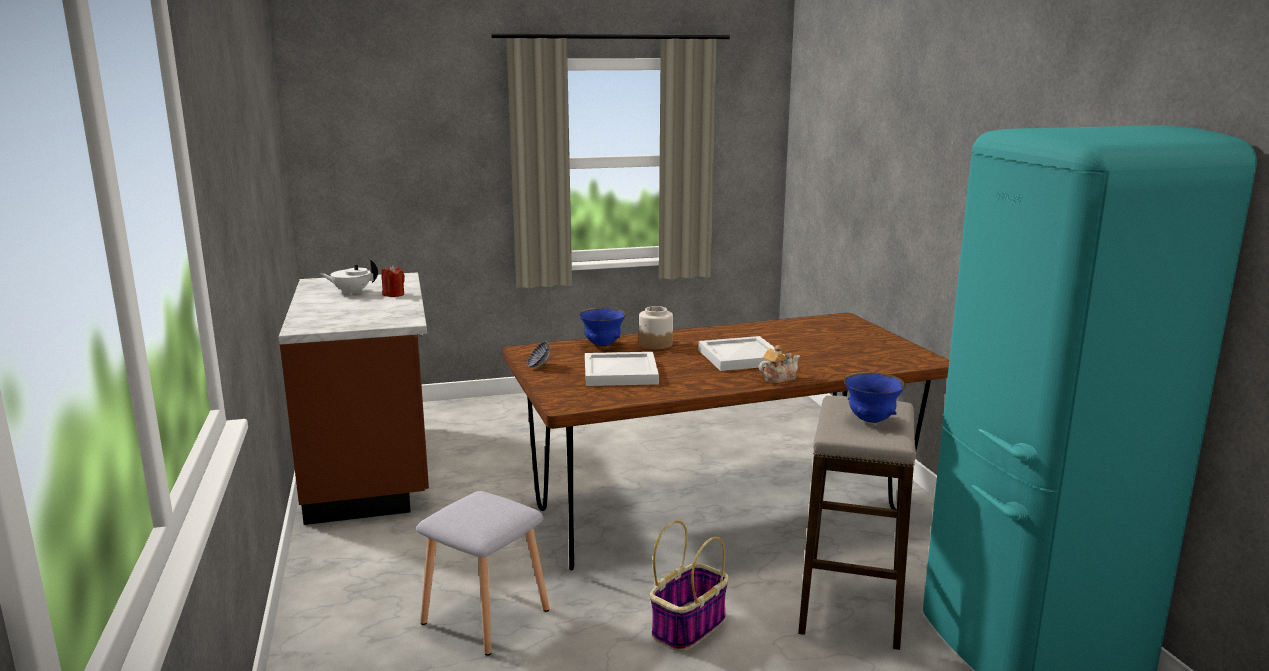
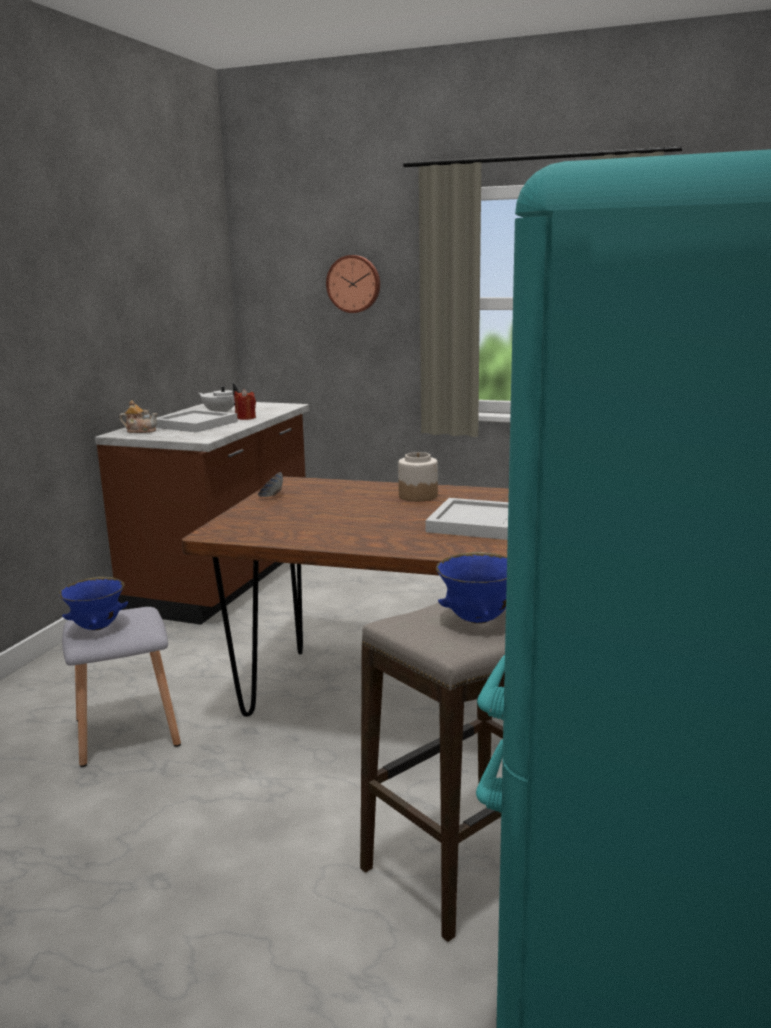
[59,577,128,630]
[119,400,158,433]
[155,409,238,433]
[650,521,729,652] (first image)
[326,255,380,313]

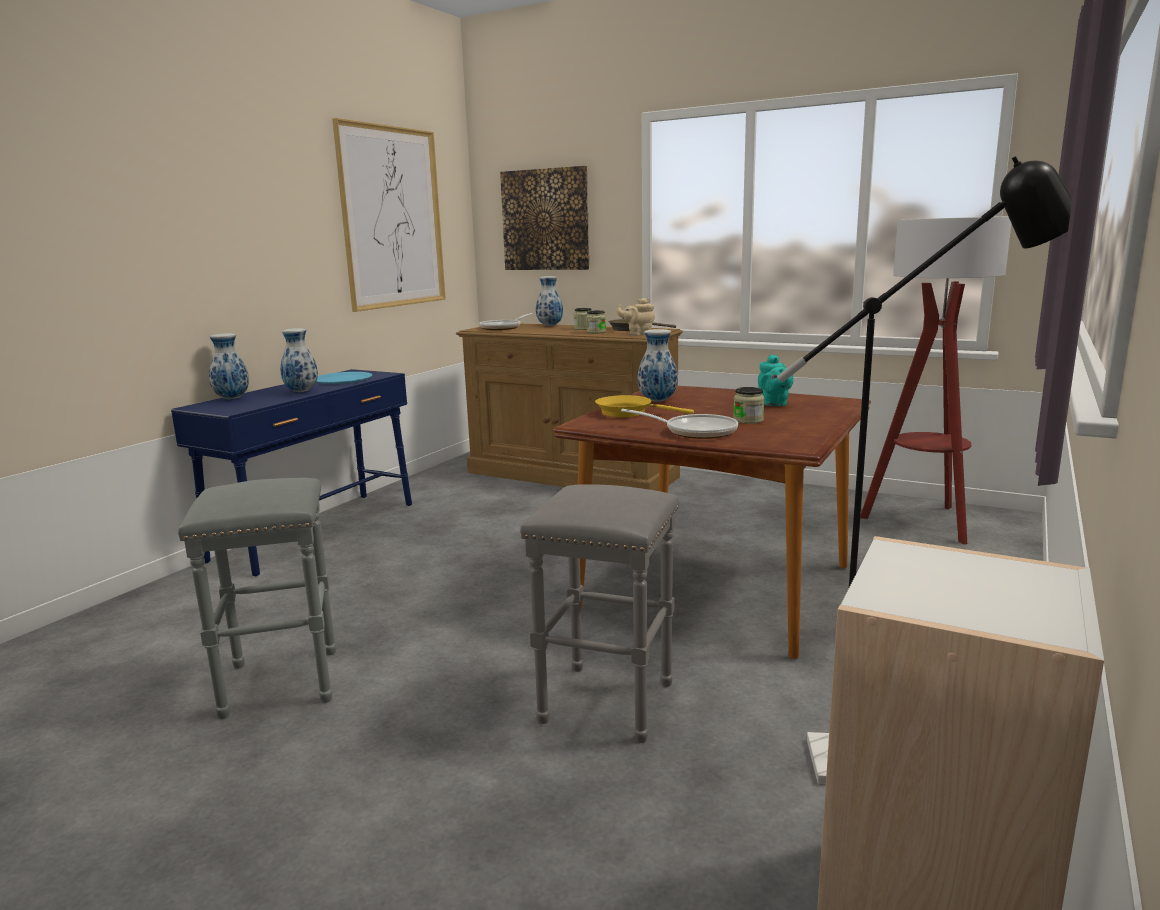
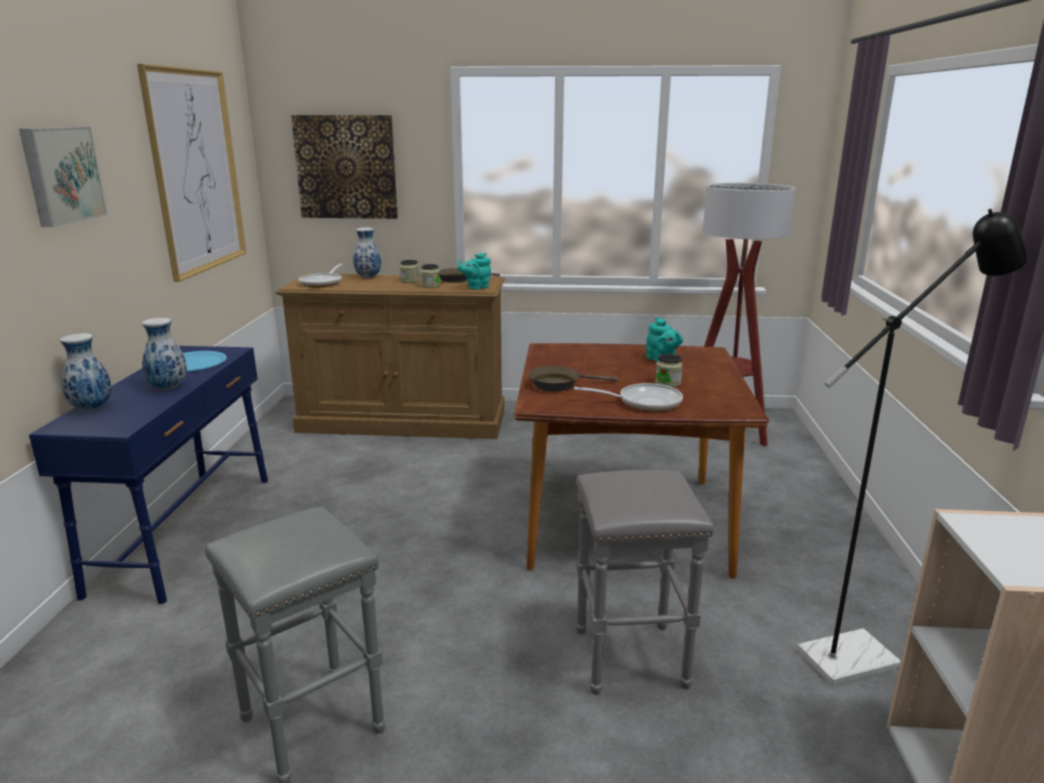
[458,253,491,290]
[638,329,678,402] (first image)
[528,366,618,391]
[19,127,107,227]

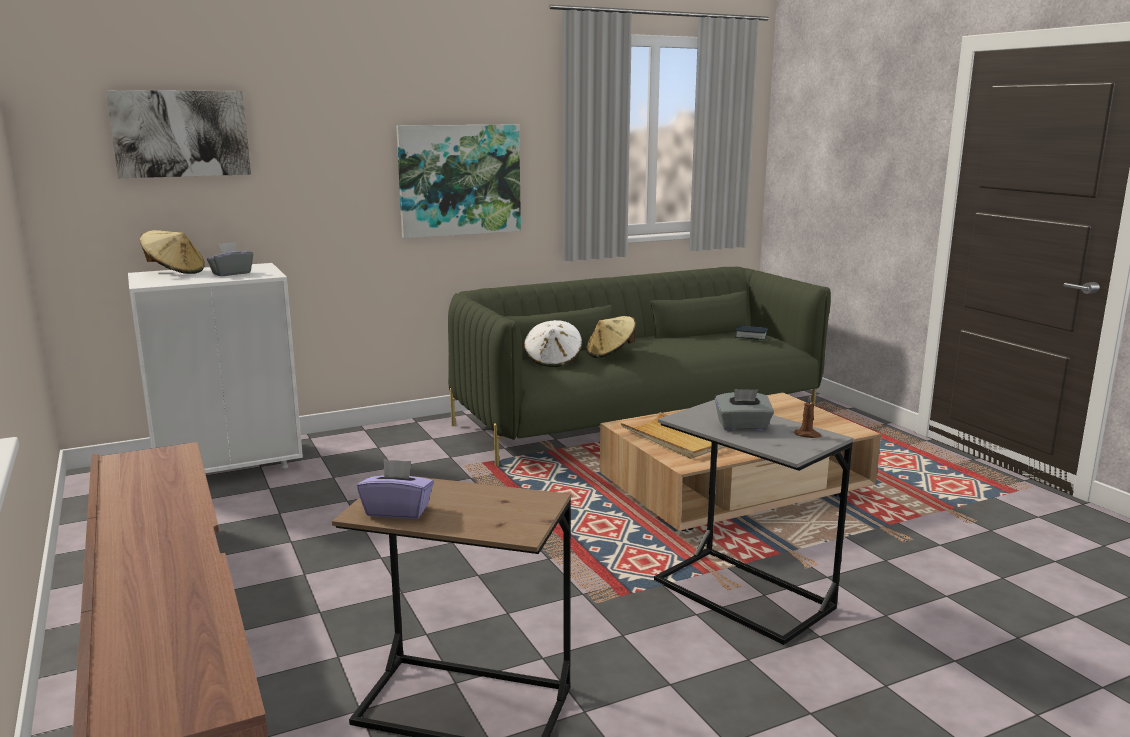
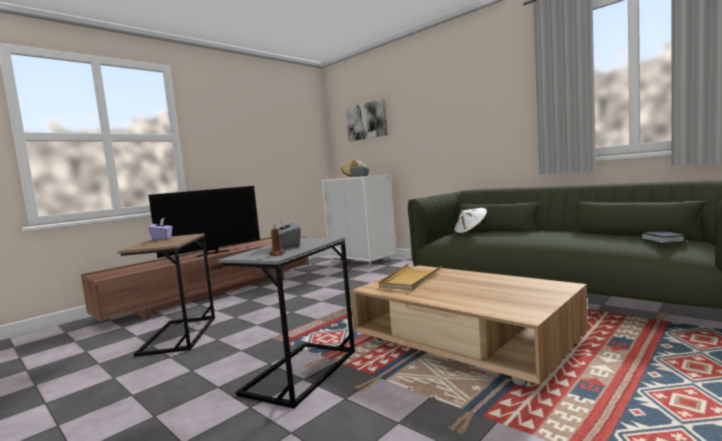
[396,124,521,238] (first image)
[586,316,636,358] (first image)
[148,186,260,258]

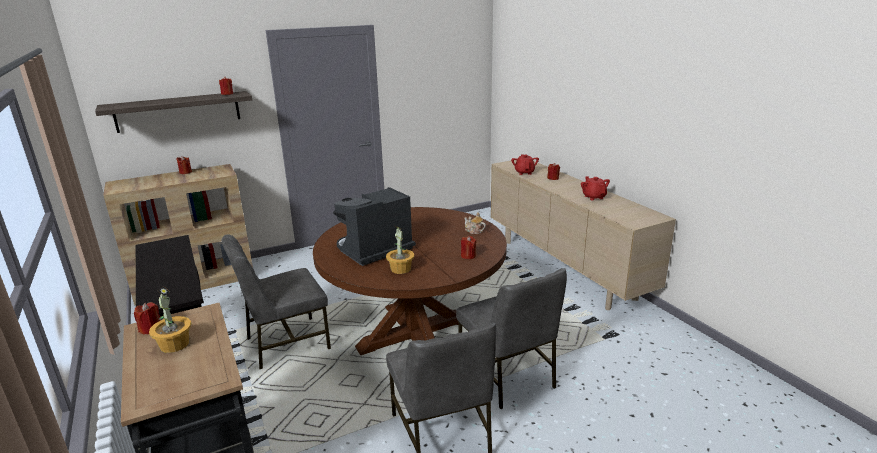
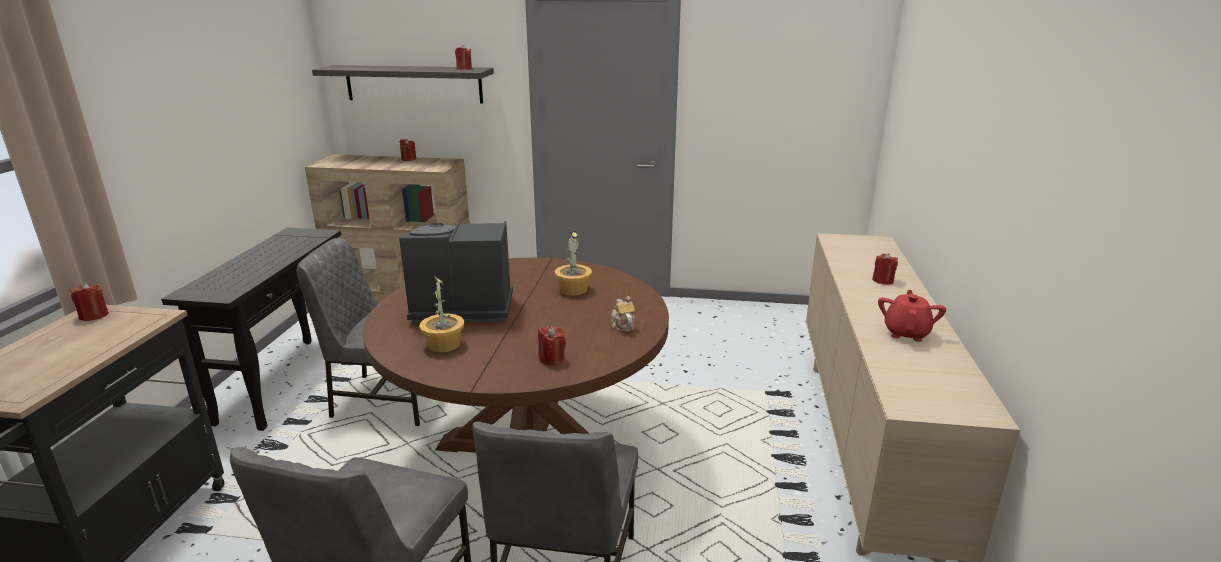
[511,154,539,175] (first image)
[555,231,592,296]

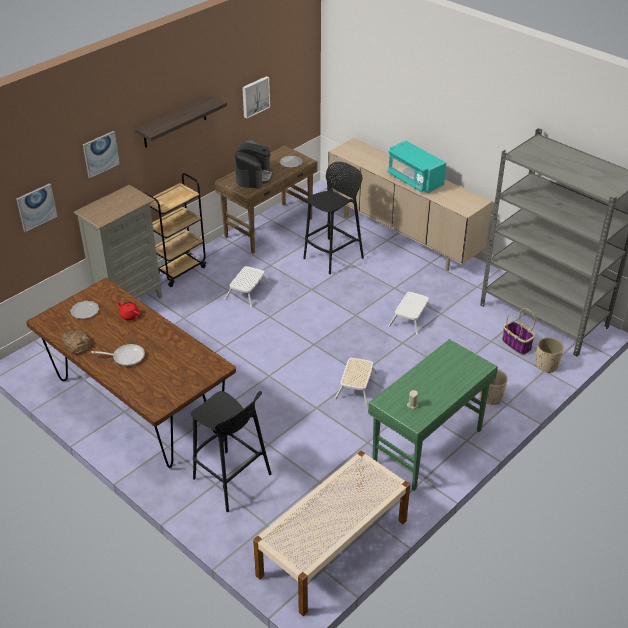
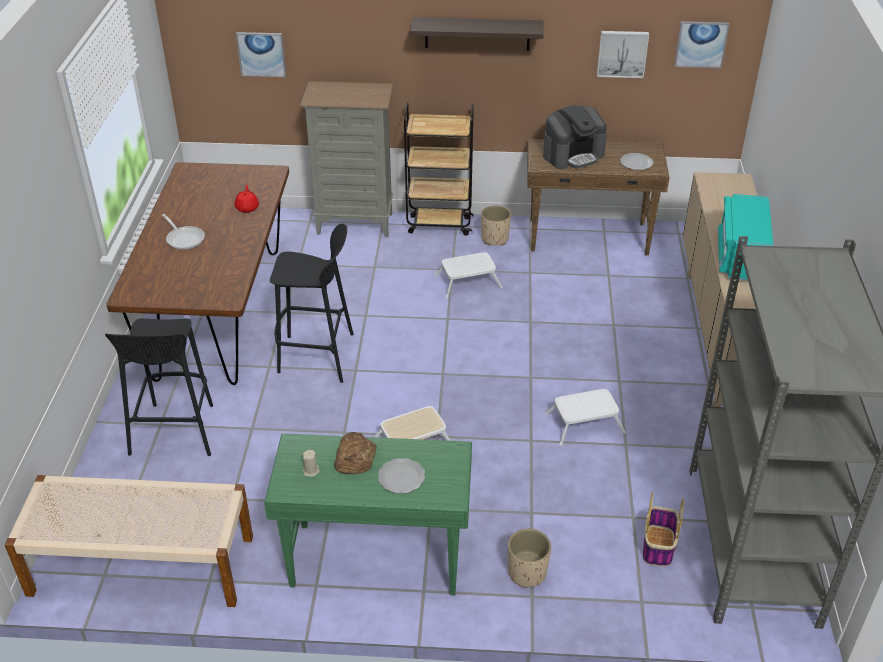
[674,21,729,68]
[270,224,354,383]
[378,458,425,493]
[334,432,377,474]
[481,205,511,246]

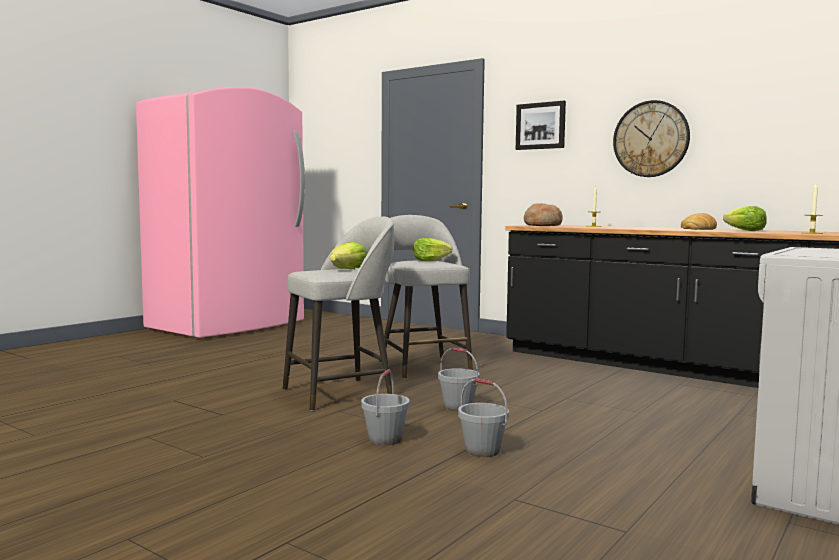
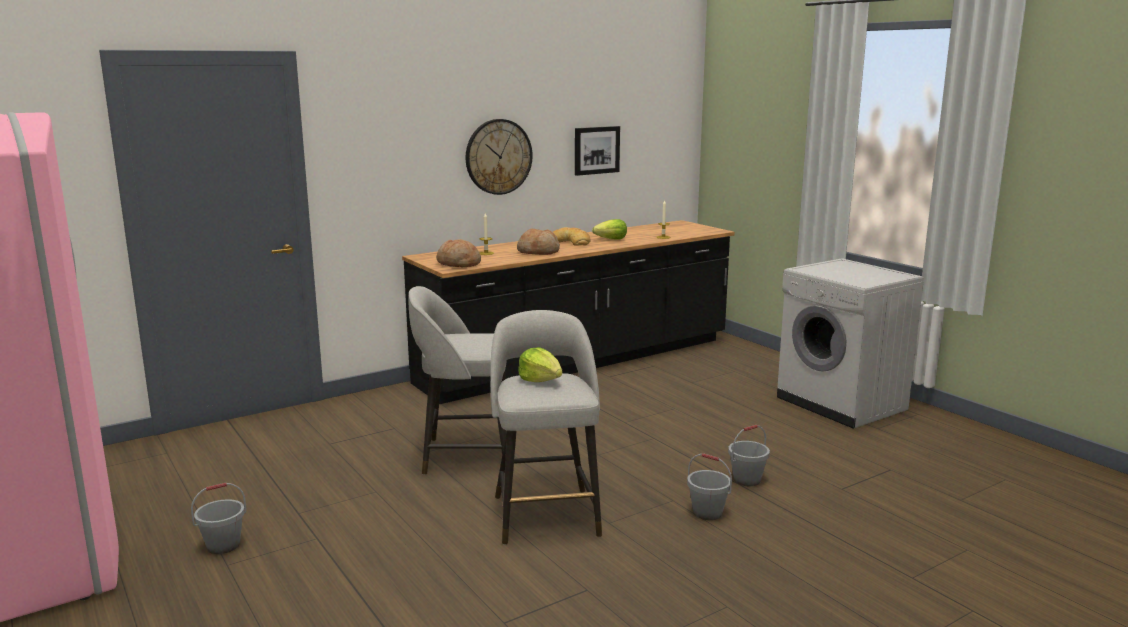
[575,126,620,176]
[413,238,452,261] (first image)
[191,483,247,554]
[517,228,560,255]

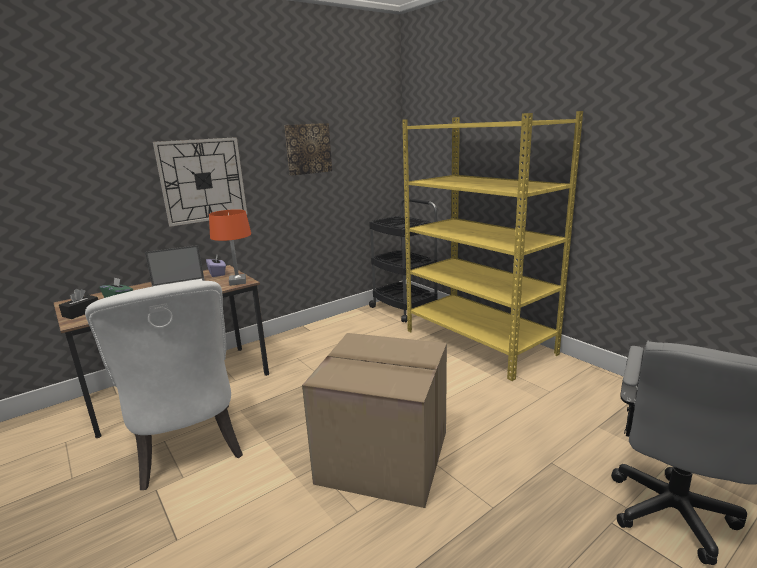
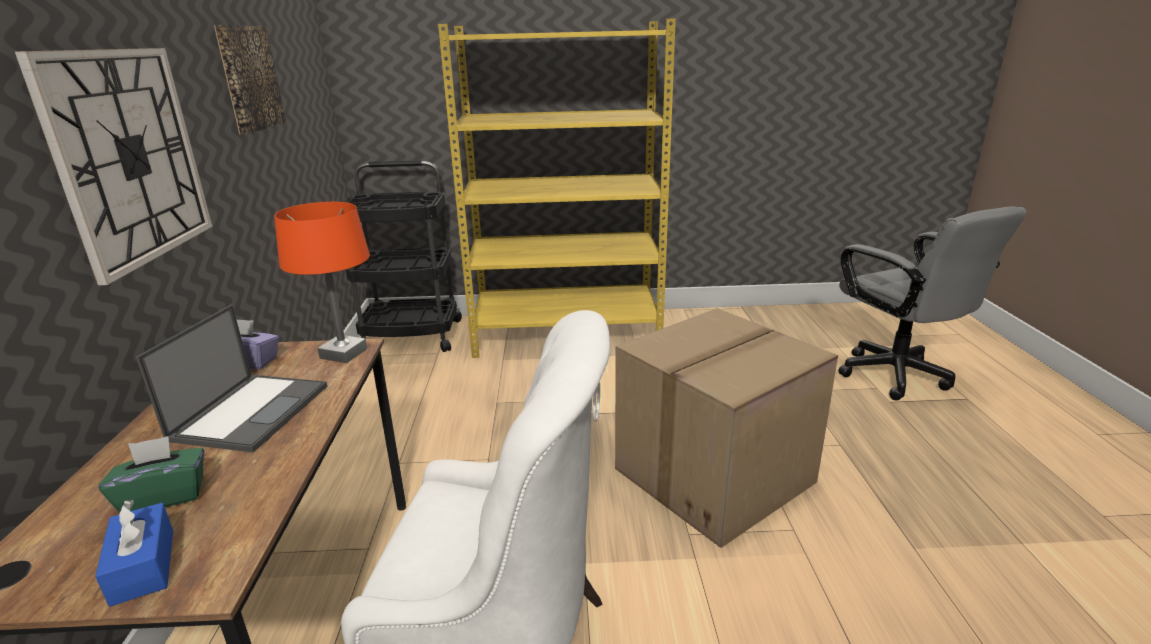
[95,500,173,607]

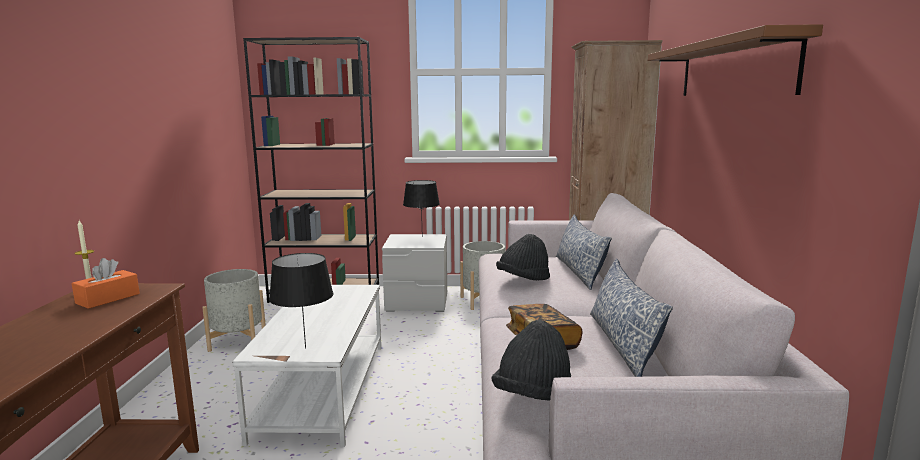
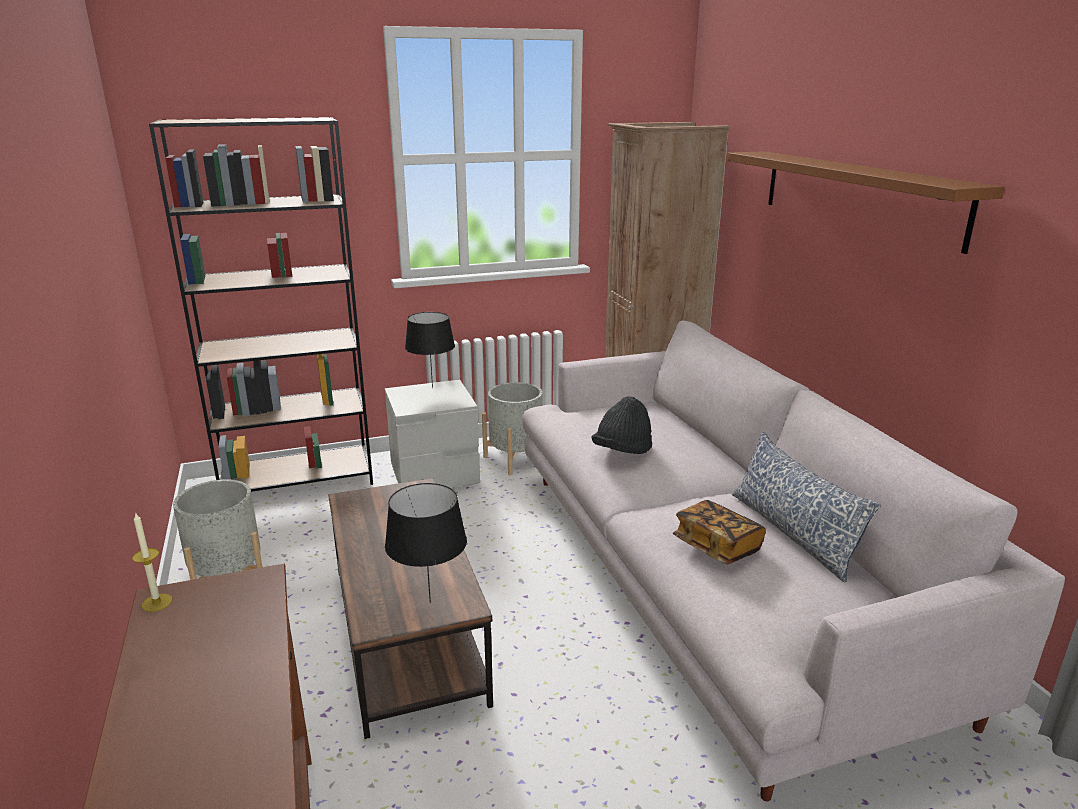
[556,215,612,290] (first image)
[72,258,140,309] (first image)
[328,478,493,739]
[491,320,571,401] (first image)

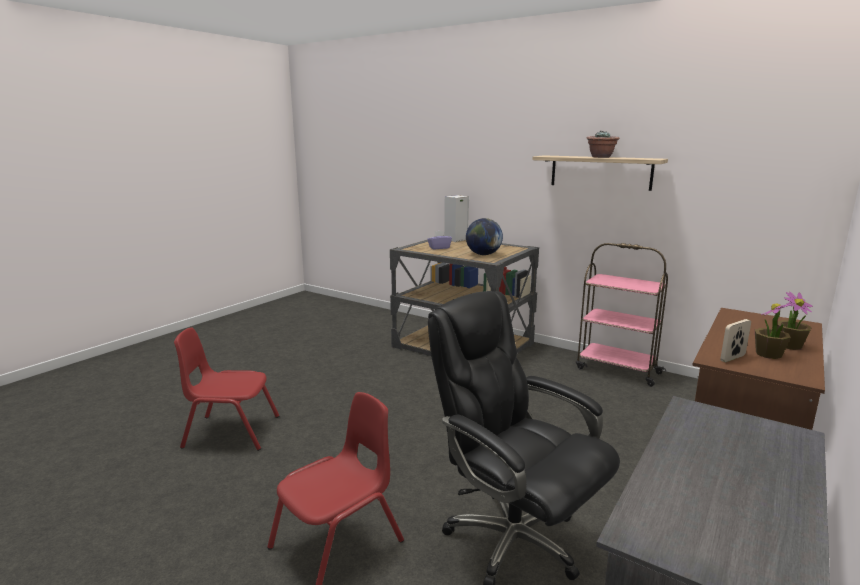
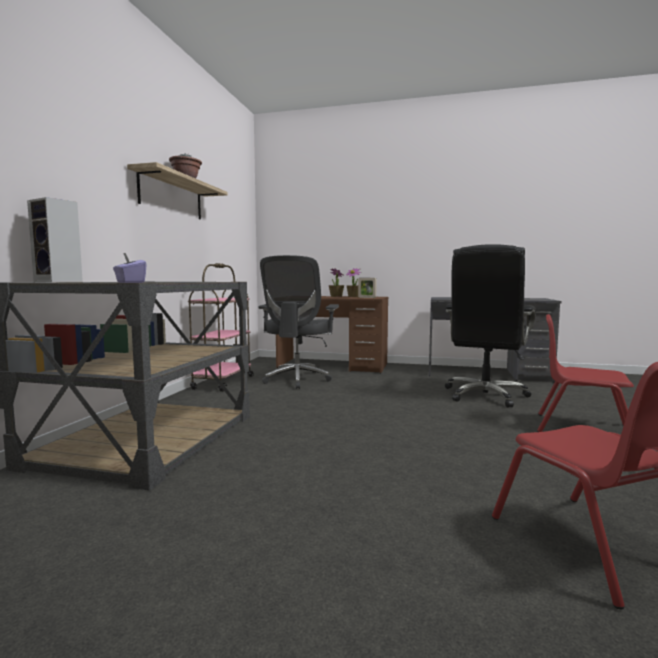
[466,218,503,255] (first image)
[259,255,339,389]

